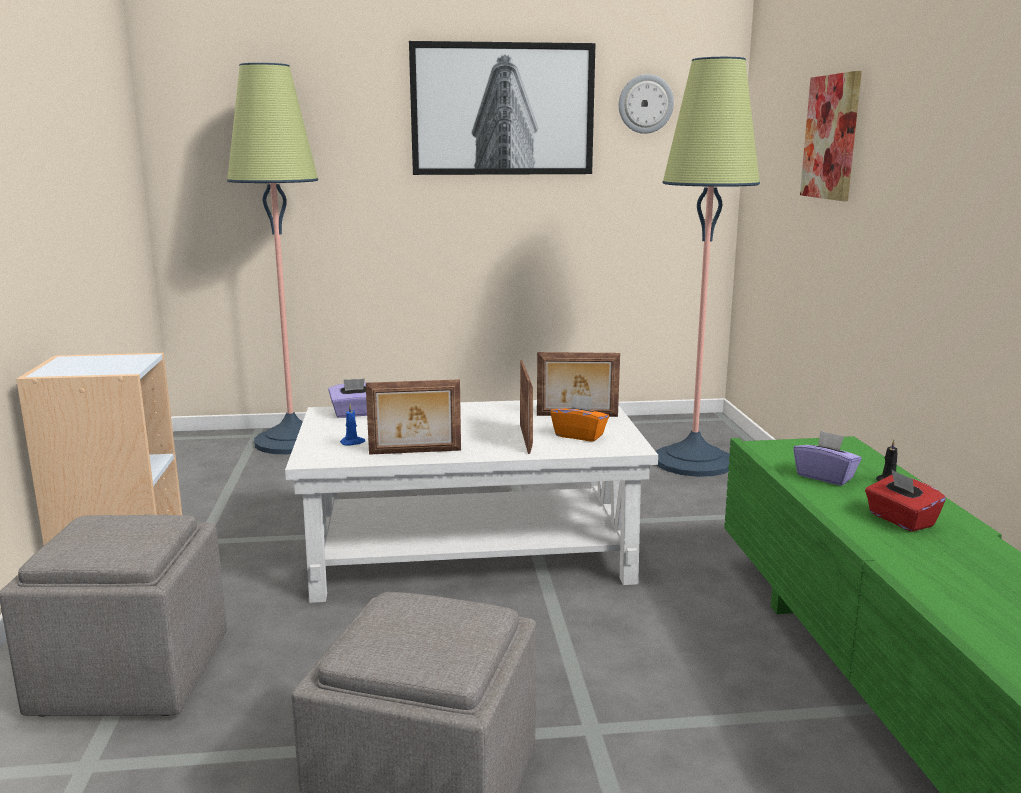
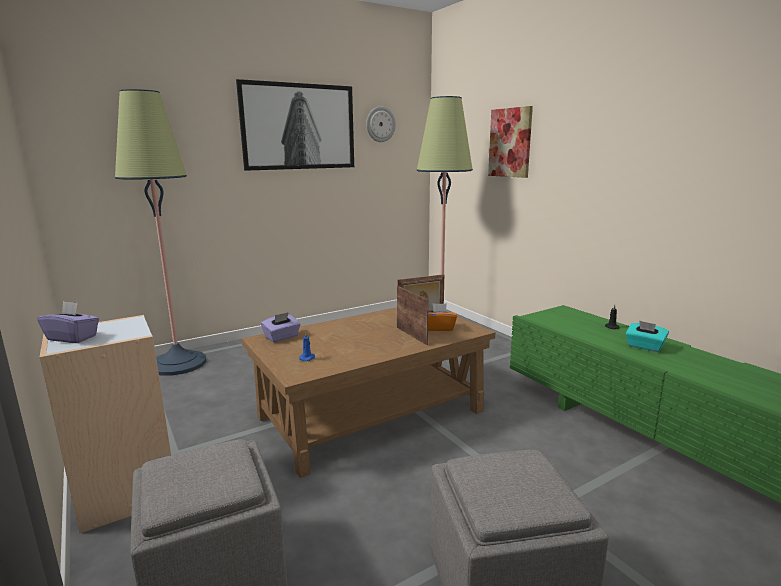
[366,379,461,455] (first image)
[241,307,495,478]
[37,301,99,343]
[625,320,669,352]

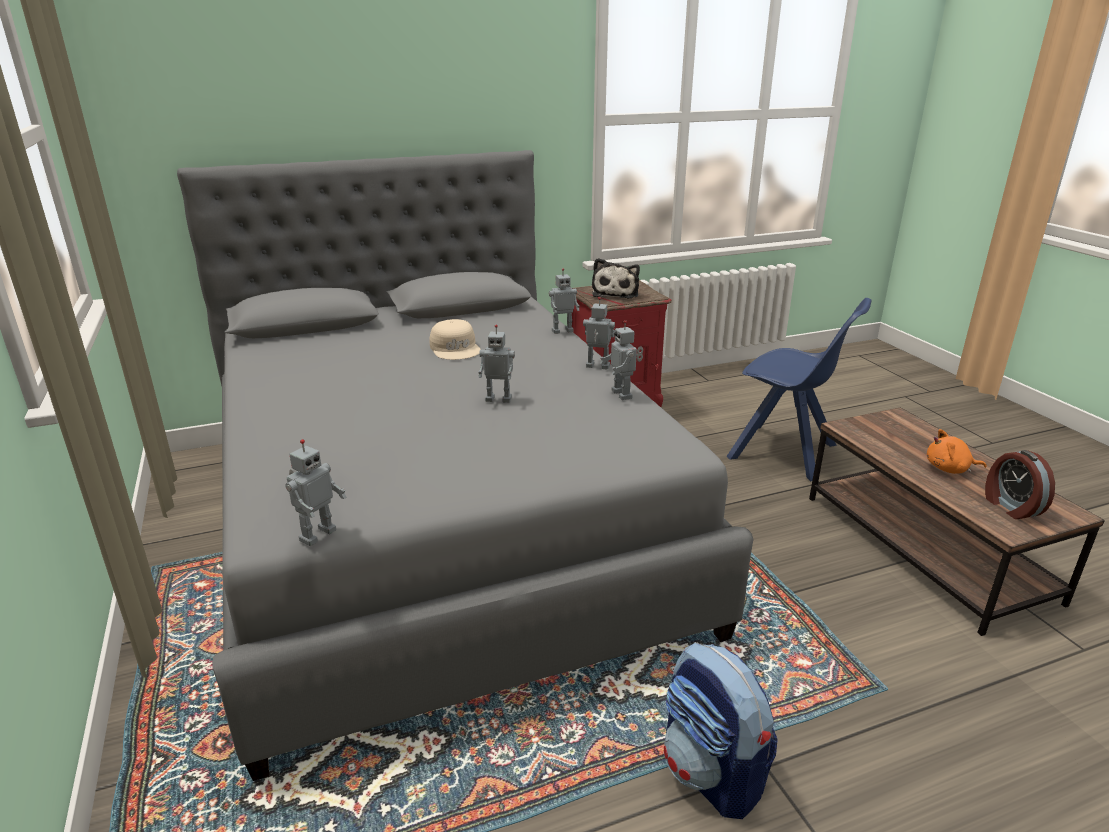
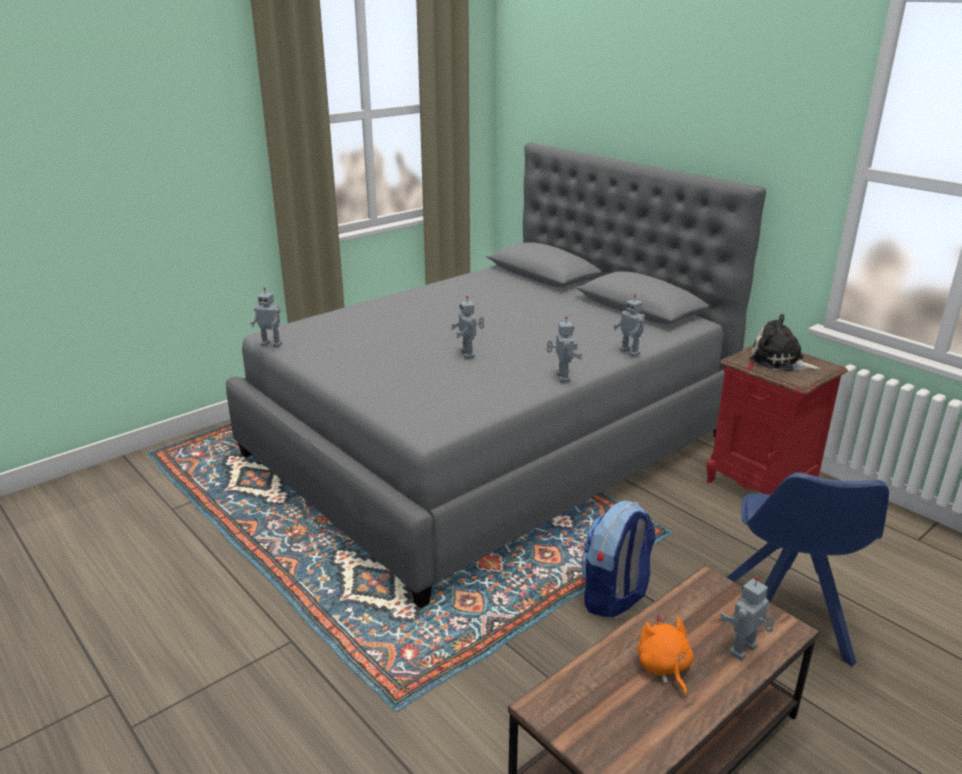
[749,314,821,372]
[429,319,481,360] (first image)
[719,576,775,661]
[985,450,1055,519] (first image)
[581,500,656,618]

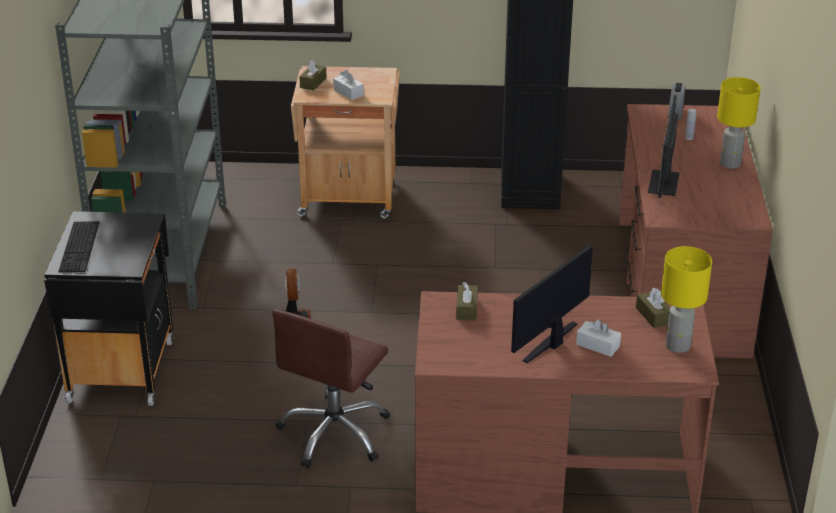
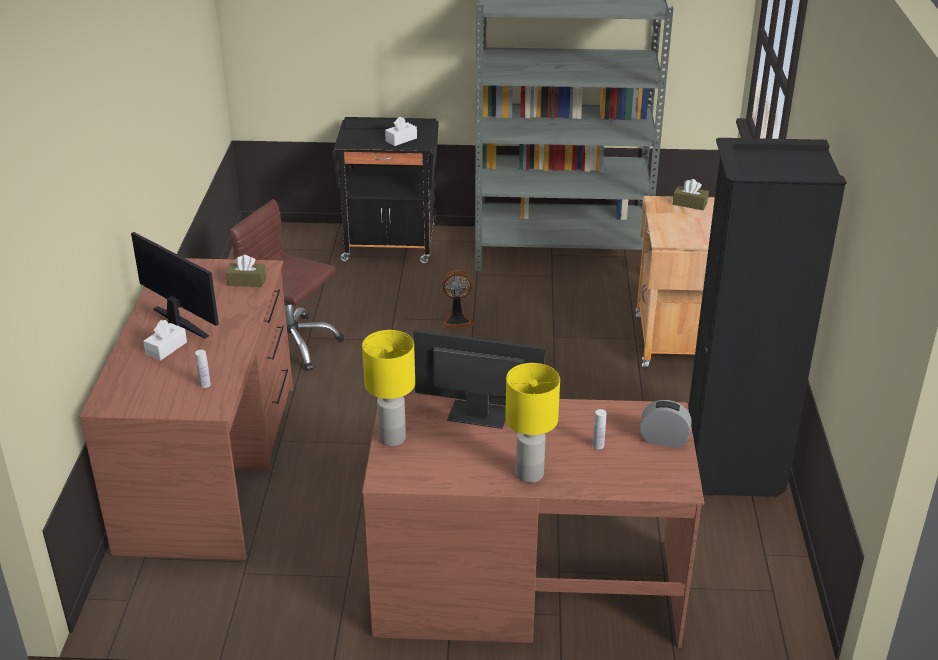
[385,116,417,146]
[362,330,415,446]
[195,350,211,388]

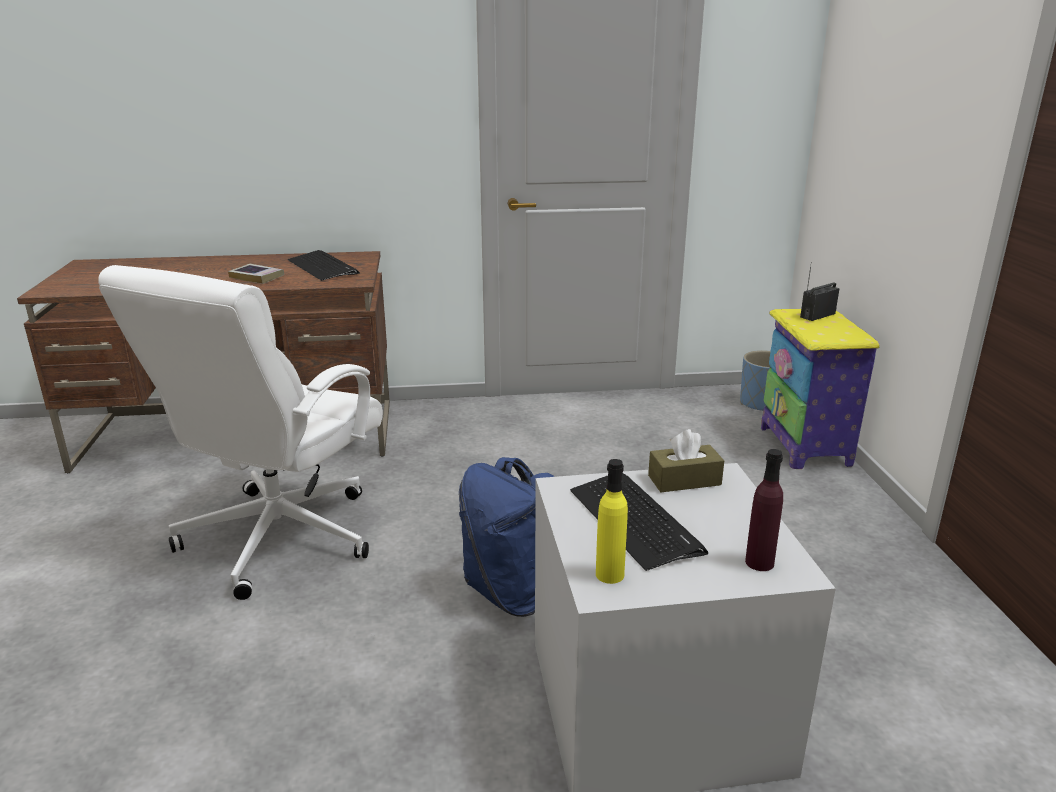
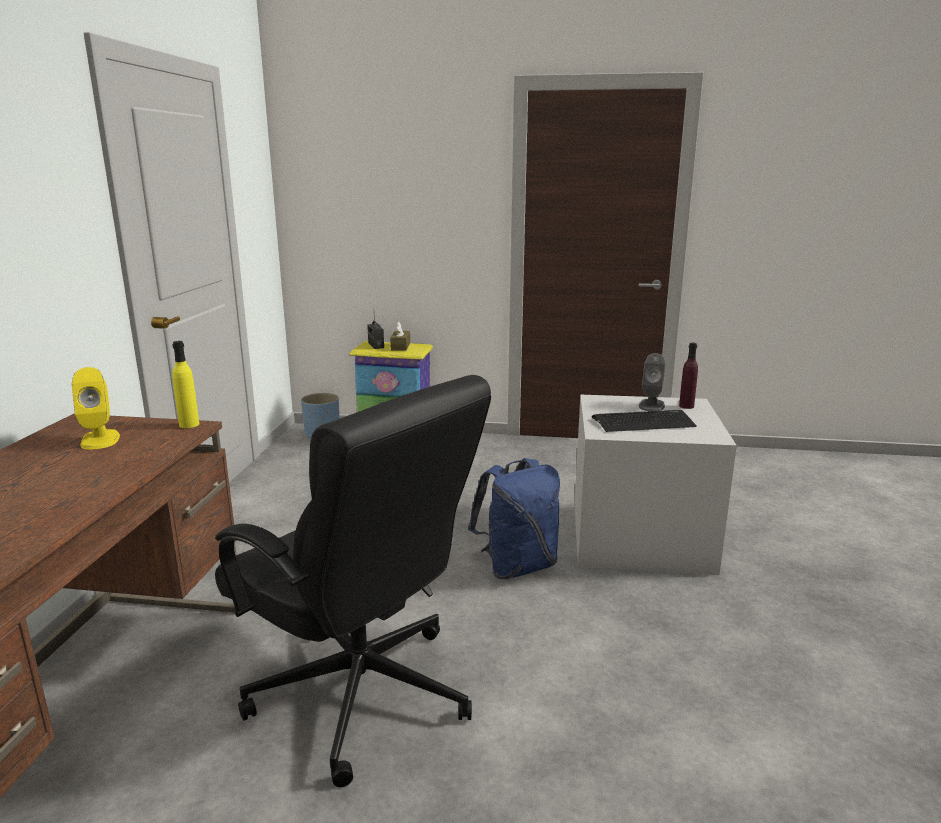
[72,367,120,450]
[228,264,284,284] (first image)
[215,375,491,787]
[390,322,410,351]
[172,341,199,428]
[639,353,666,411]

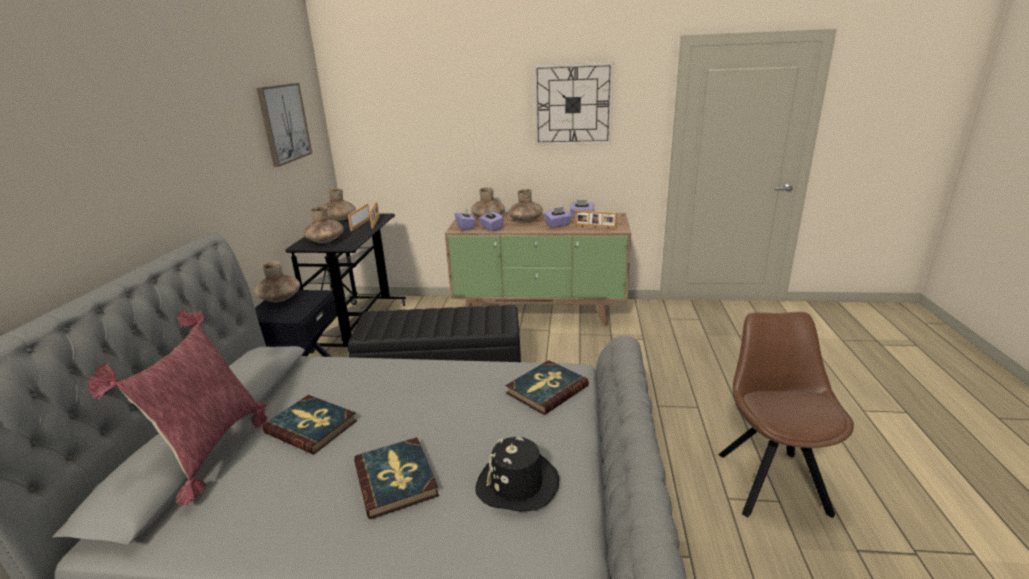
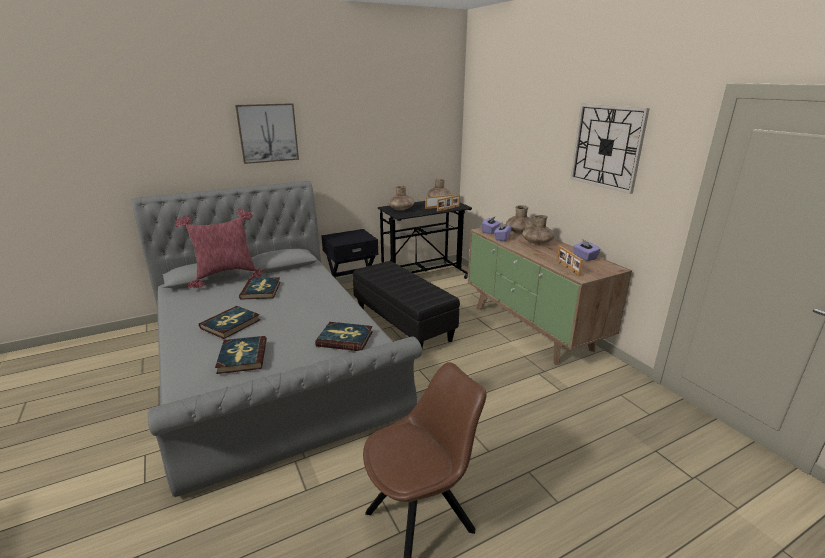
[235,103,299,164]
[544,207,572,228] (first image)
[254,261,300,303] (first image)
[215,336,267,374]

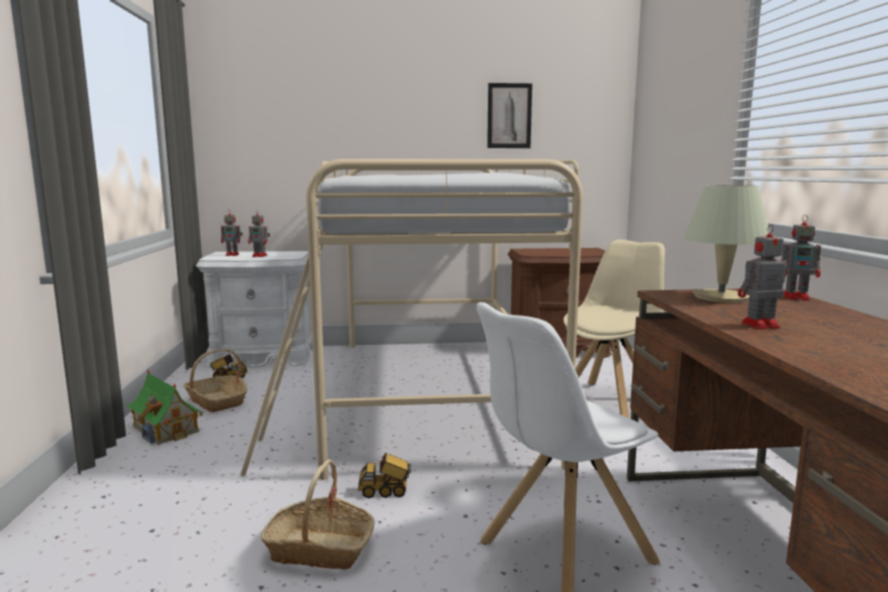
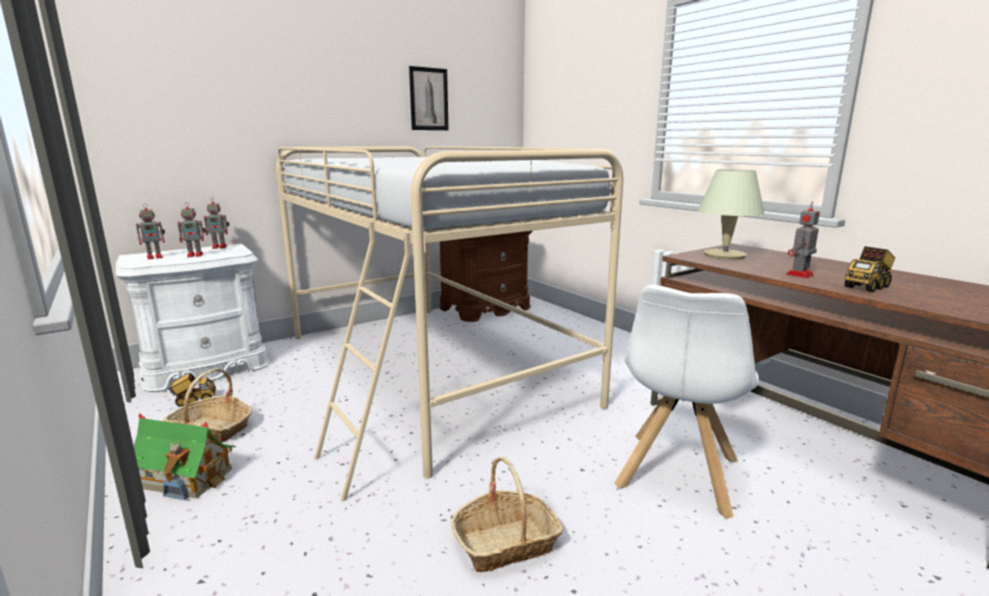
[204,201,230,249]
[563,240,665,418] (first image)
[845,246,895,292]

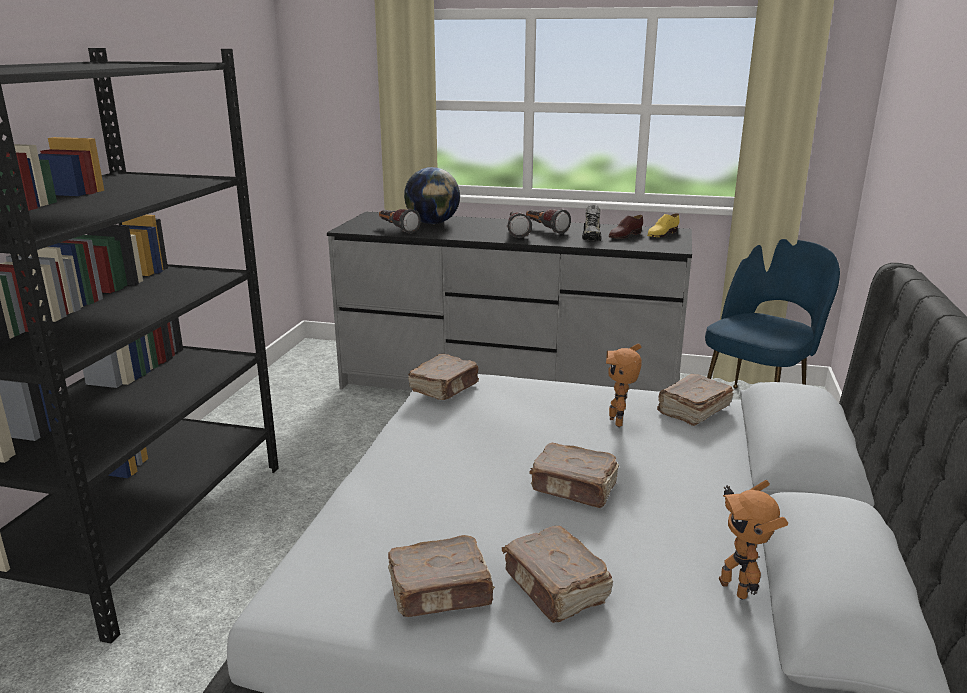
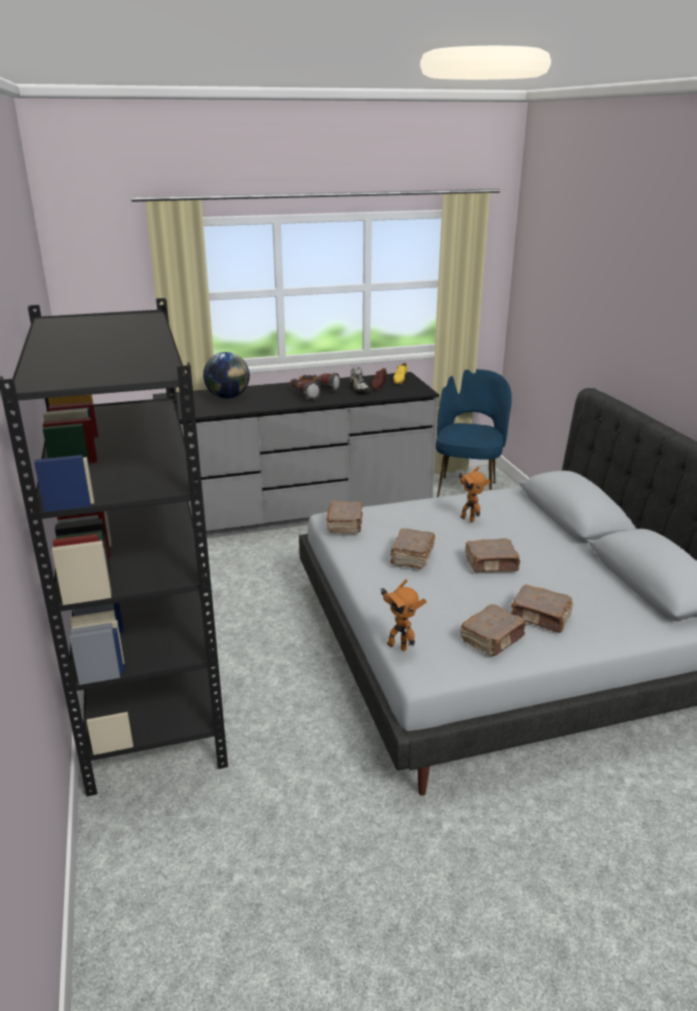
[379,209,421,234] (first image)
[390,528,435,569]
[380,579,427,651]

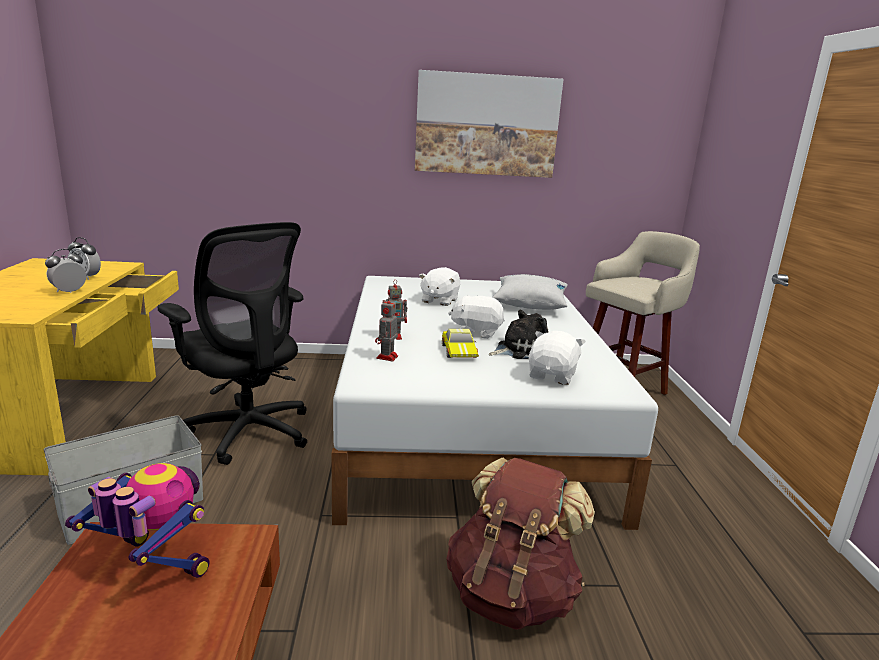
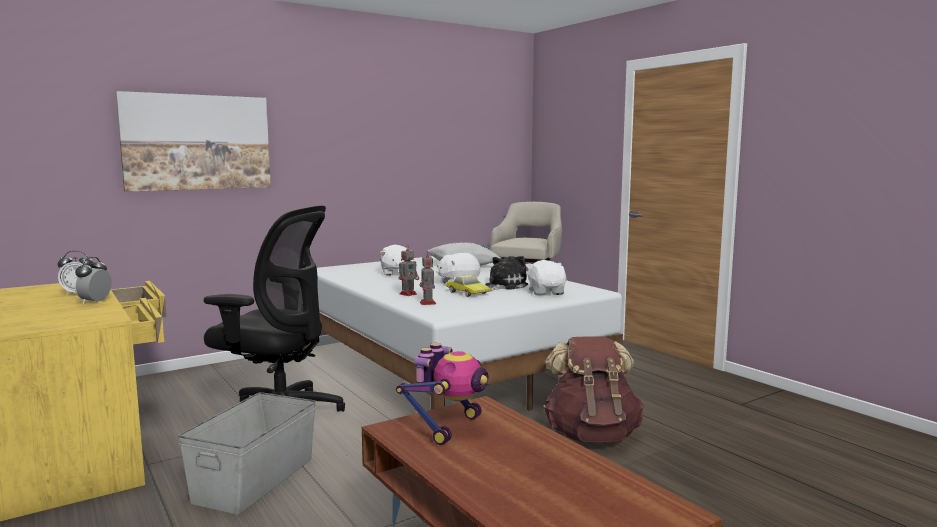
[116,91,271,192]
[396,343,489,445]

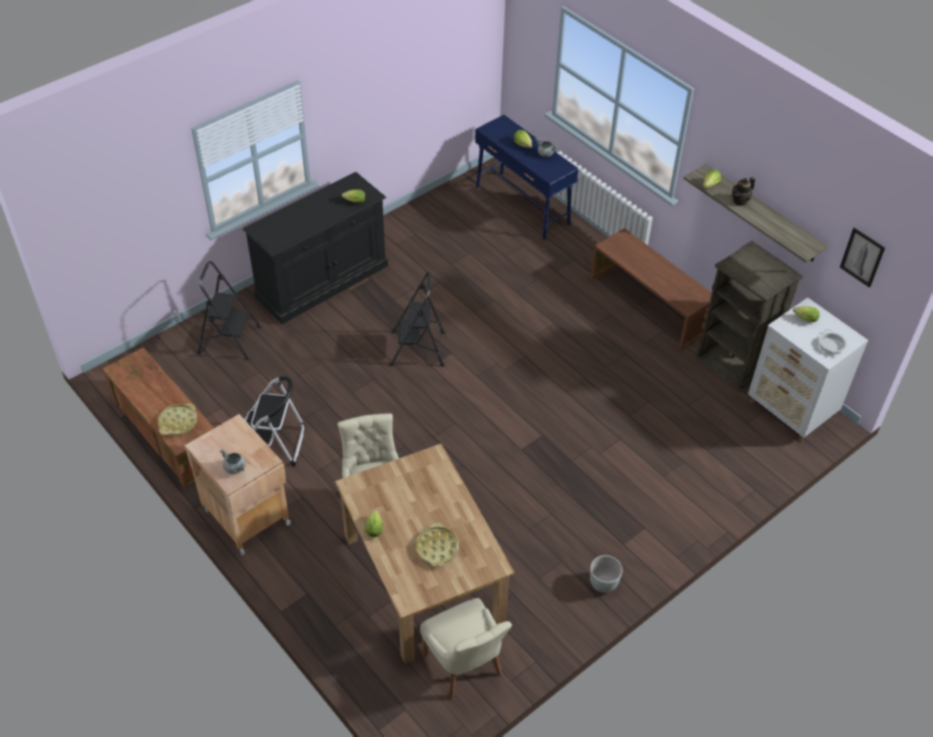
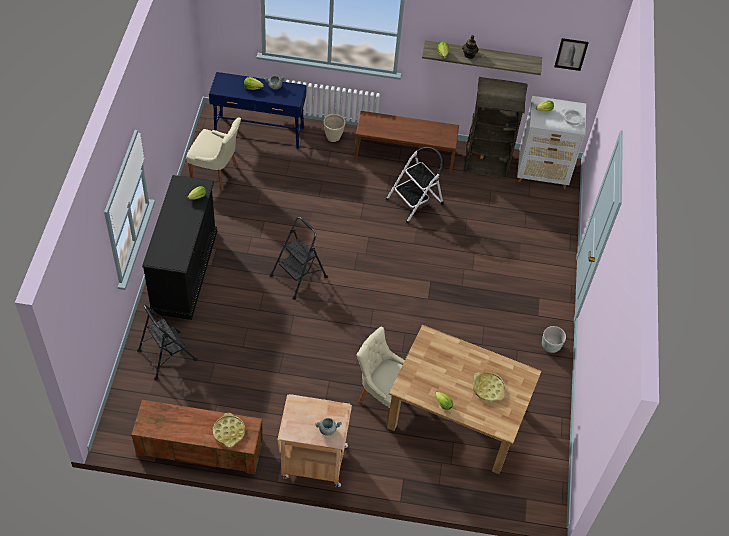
[386,147,444,223]
[186,117,241,191]
[323,114,345,142]

